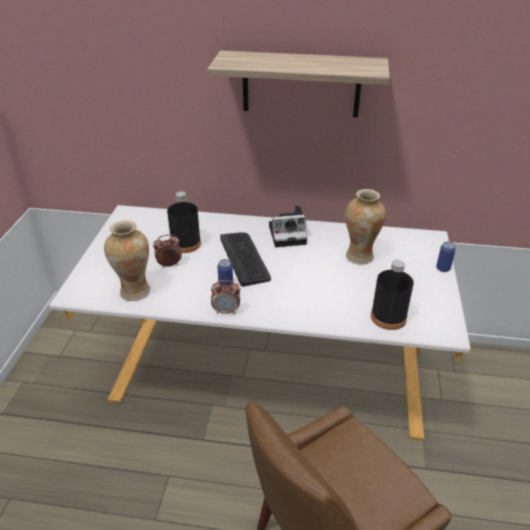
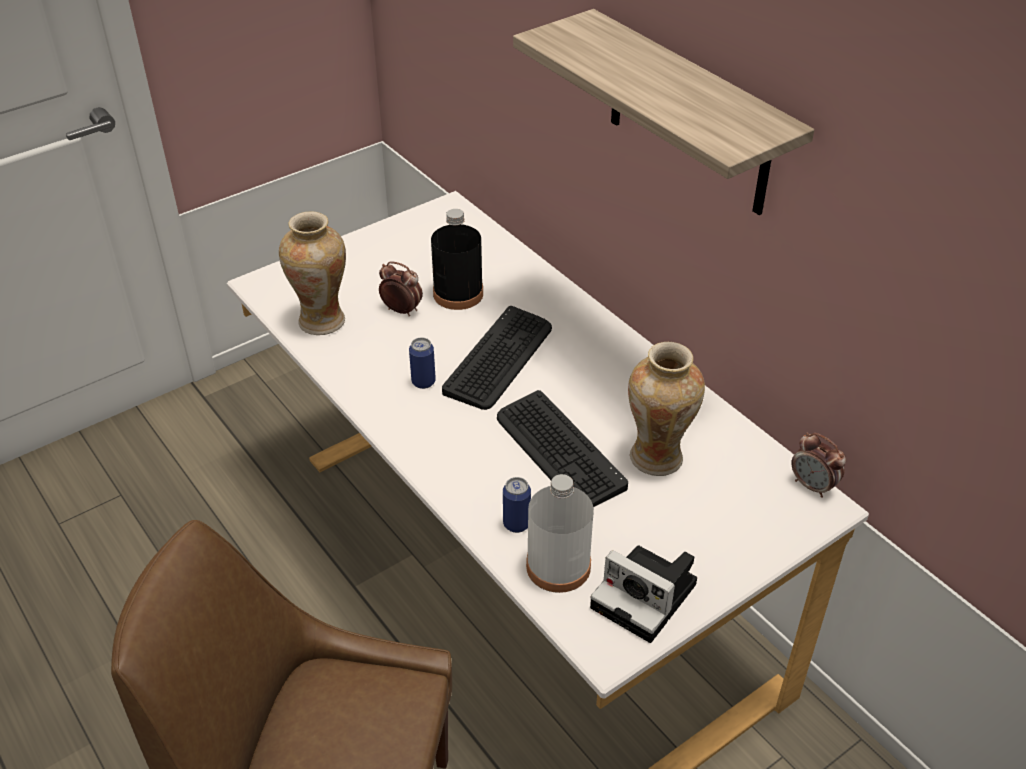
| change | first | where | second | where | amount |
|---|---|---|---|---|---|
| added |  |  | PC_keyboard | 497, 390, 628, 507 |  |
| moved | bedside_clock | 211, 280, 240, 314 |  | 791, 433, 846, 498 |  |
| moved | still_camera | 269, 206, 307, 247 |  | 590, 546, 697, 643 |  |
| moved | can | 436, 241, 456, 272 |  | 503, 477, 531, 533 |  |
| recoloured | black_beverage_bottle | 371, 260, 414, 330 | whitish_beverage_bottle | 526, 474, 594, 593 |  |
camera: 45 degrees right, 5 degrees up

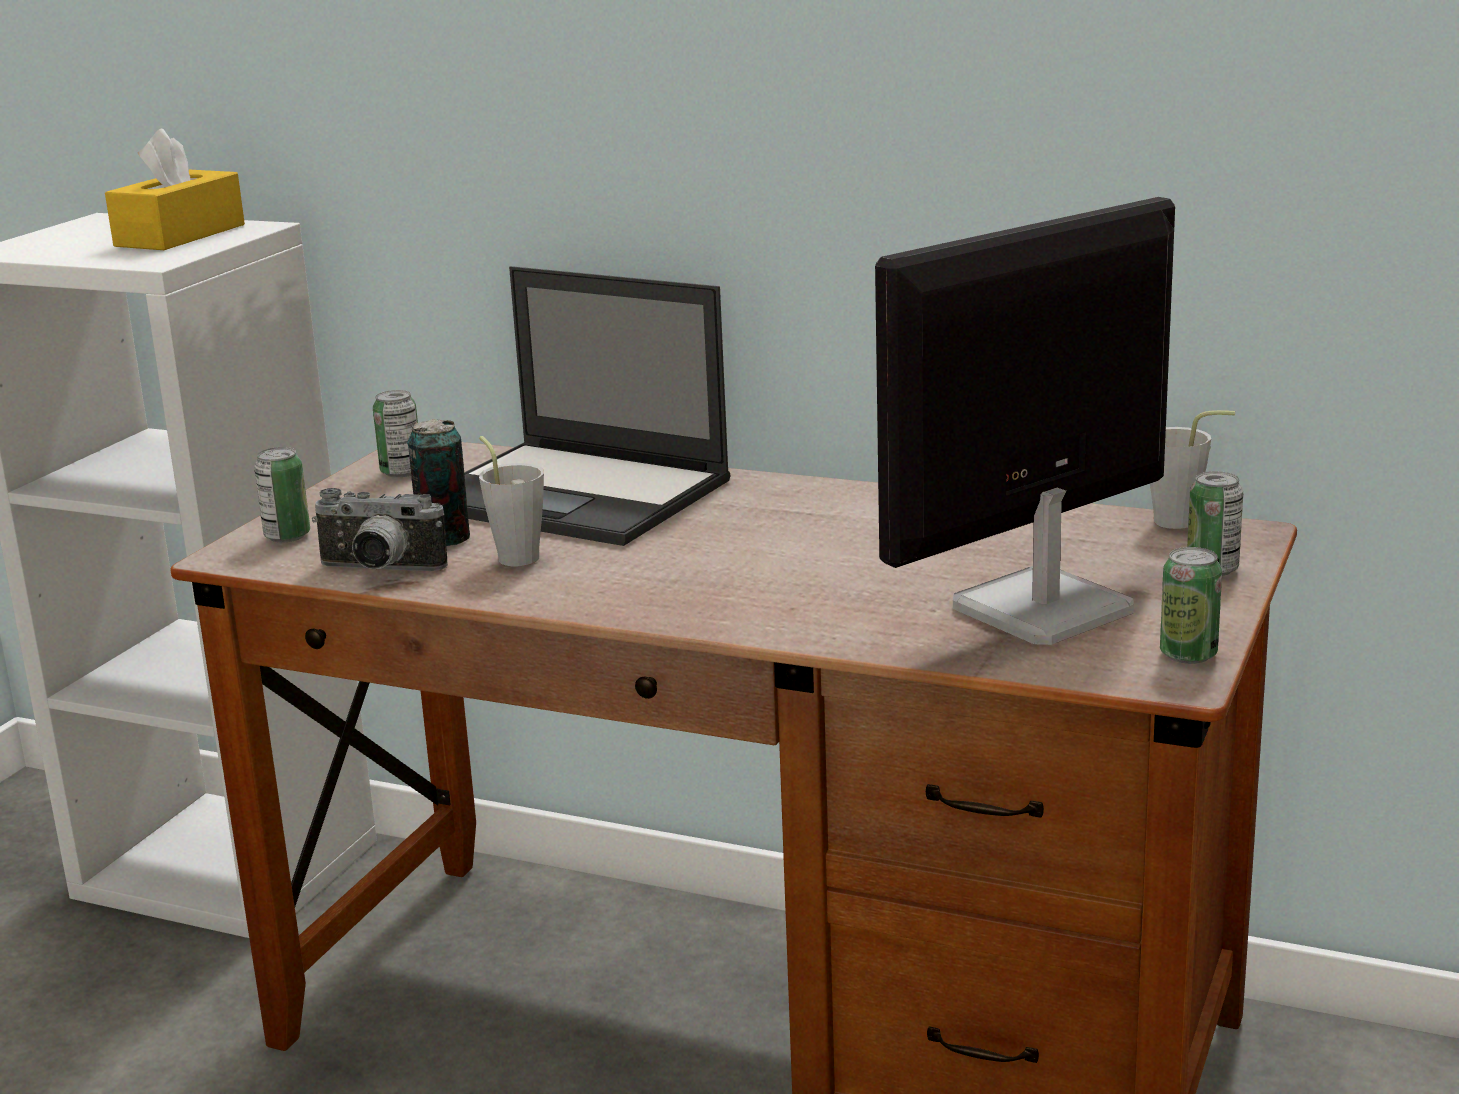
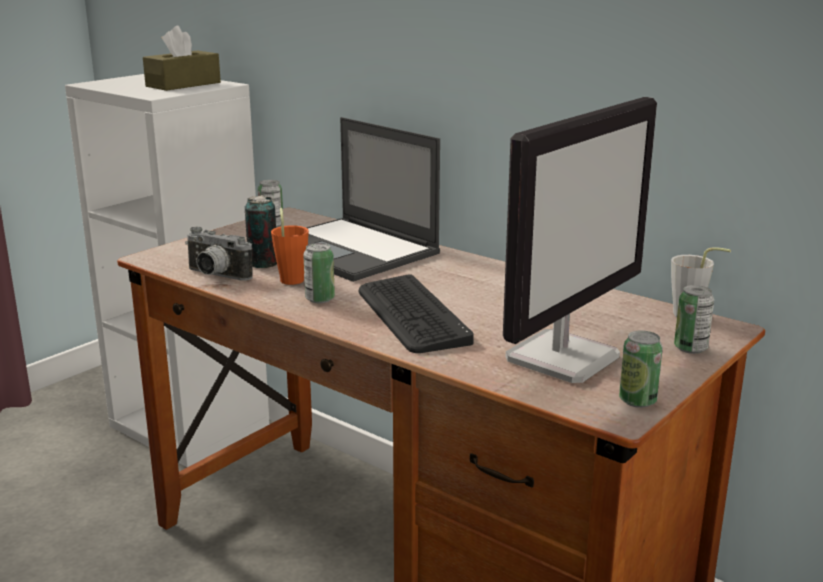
| change | first | where | second | where | amount |
|---|---|---|---|---|---|
| added |  |  | PC_keyboard | 359, 274, 474, 353 |  |
| moved | can | 254, 447, 310, 543 |  | 303, 243, 335, 303 |  |
| recoloured | yellow_box_of_tissues | 105, 129, 245, 250 | brownish_box_of_tissues | 143, 26, 221, 91 |  |
| recoloured | grey_small_cup | 479, 436, 544, 566 | orange-coloured_small_cup | 271, 208, 309, 285 |  |
| turned | computer_display | 875, 197, 1175, 645 |  | 503, 97, 657, 383 | 150 degrees clockwise |
camera: 15 degrees right, 0 degrees up

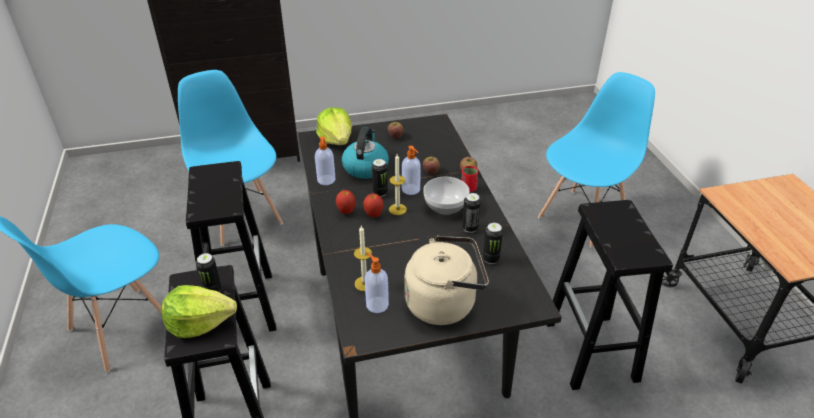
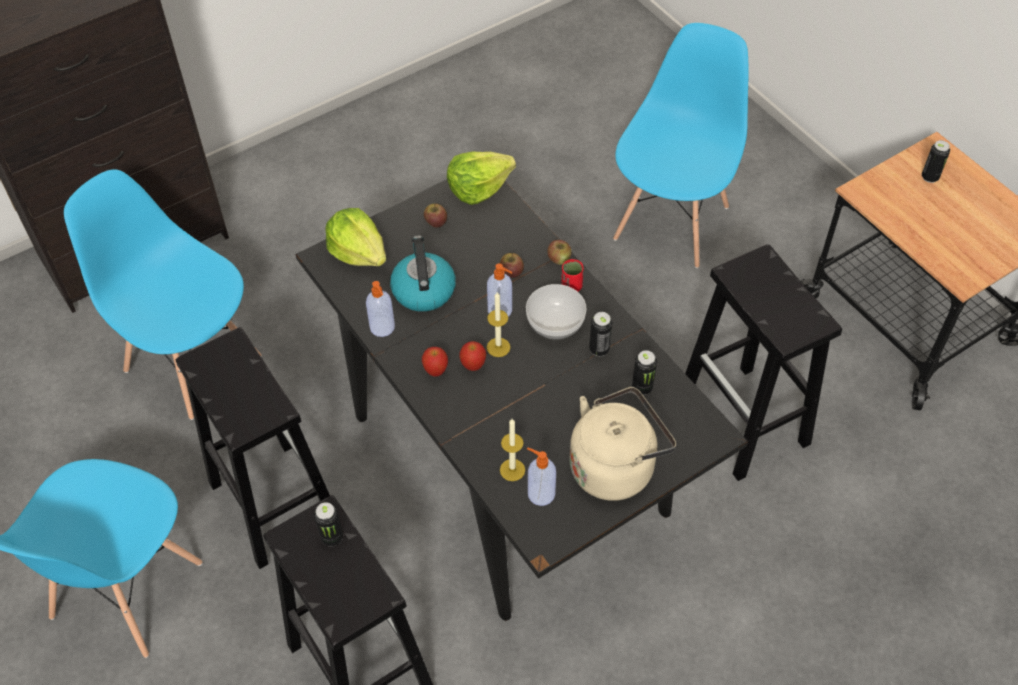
| change | first | where | second | where | amount |
|---|---|---|---|---|---|
| moved | head_of_lettuce | 162, 285, 237, 338 |  | 447, 152, 516, 205 |  |
| moved | can | 372, 159, 388, 197 |  | 922, 140, 950, 183 |  |
camera: 20 degrees left, 15 degrees up

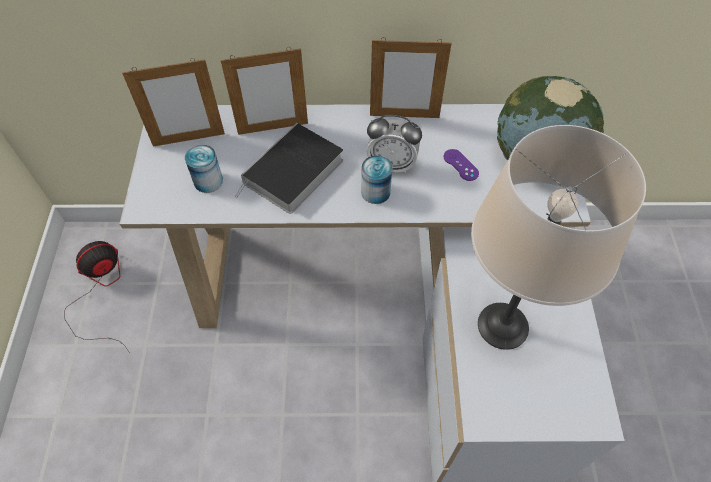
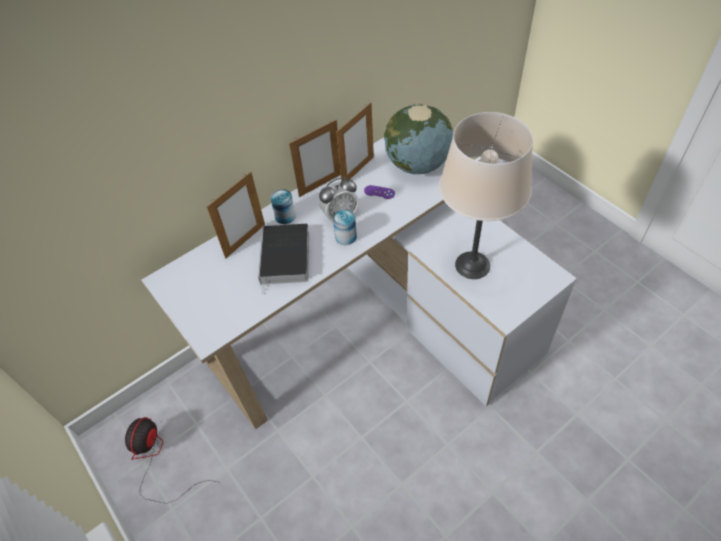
| change | first | where | second | where | amount |
|---|---|---|---|---|---|
| moved | picture_frame | 122, 58, 225, 147 |  | 336, 102, 374, 181 |  |
| moved | can | 185, 144, 223, 193 |  | 270, 189, 296, 224 |  |
camera: 35 degrees left, 5 degrees down

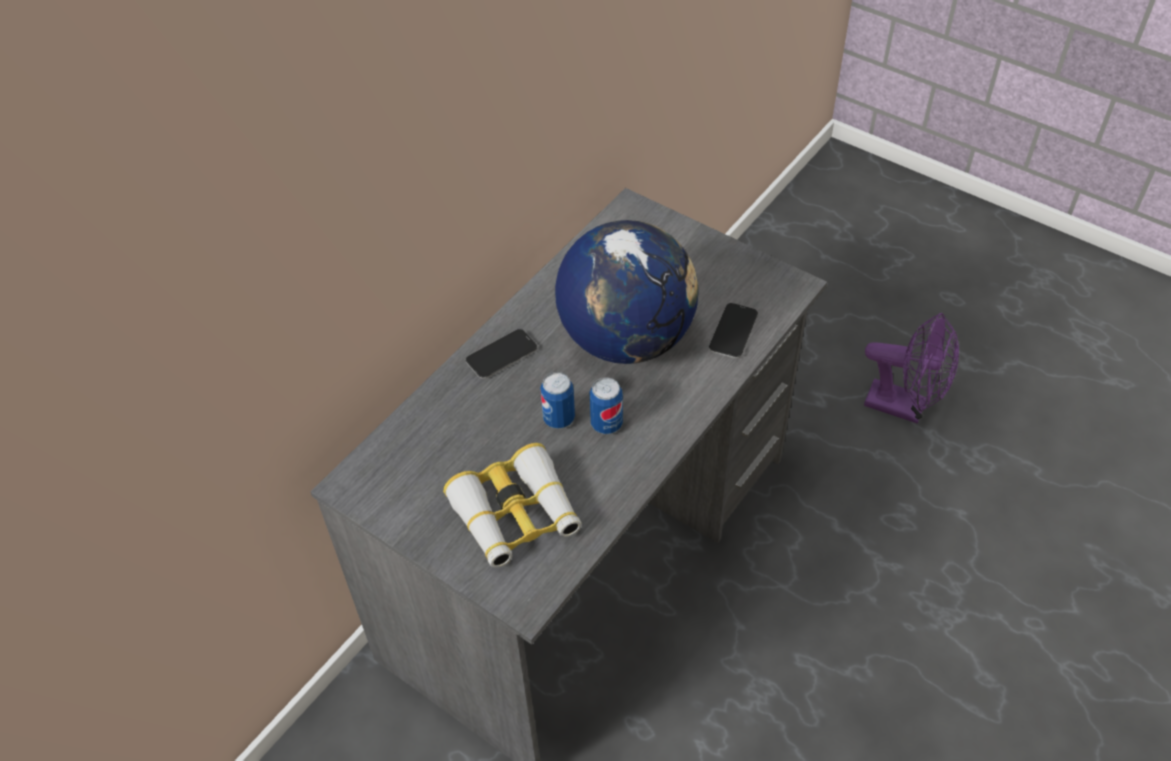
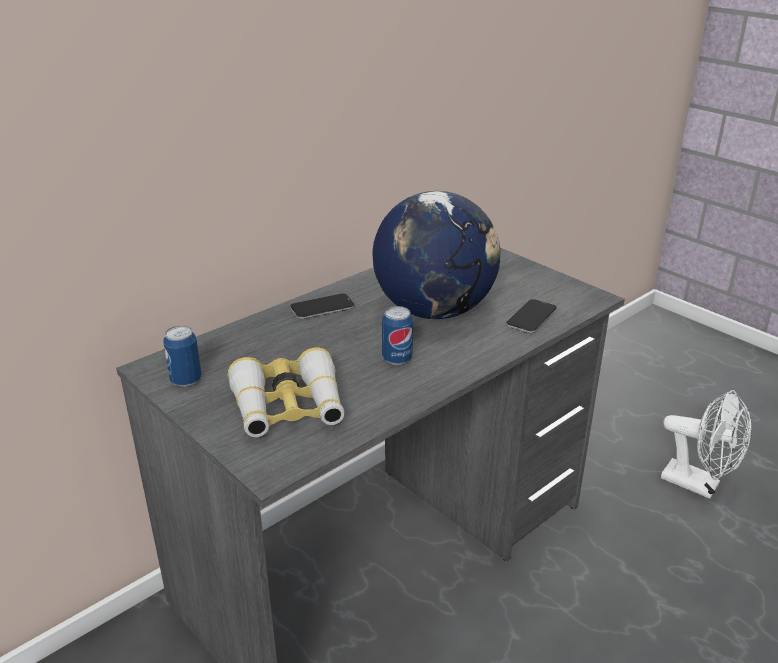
| change | first | where | second | where | amount |
|---|---|---|---|---|---|
| moved | can | 540, 372, 575, 429 |  | 163, 326, 202, 387 |  |
| recoloured | purple-coloured_electric_fan | 864, 313, 959, 424 | whitish_electric_fan | 661, 390, 751, 499 |  |
camera: 10 degrees right, 20 degrees down

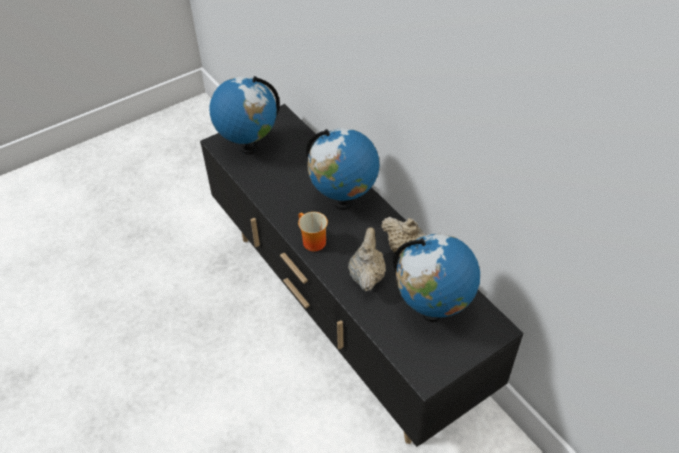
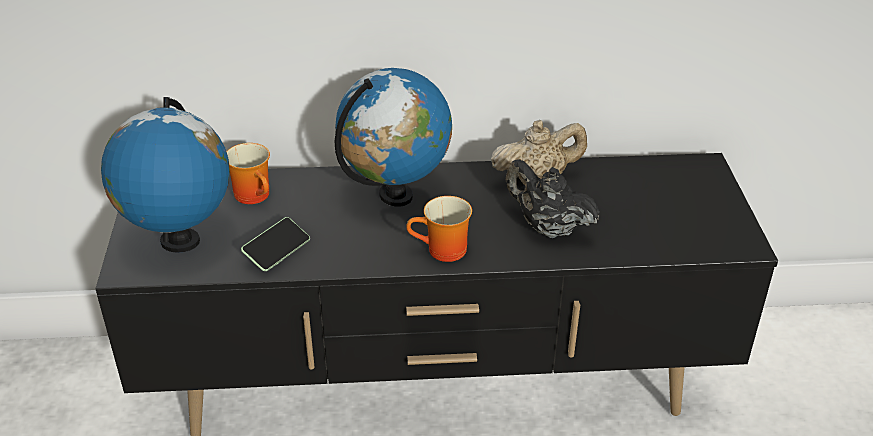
| change | first | where | second | where | amount |
|---|---|---|---|---|---|
| removed | world_globe | 393, 234, 480, 322 |  |  |  |
| added |  |  | coffee_mug | 226, 143, 270, 204 |  |
| added |  |  | handset | 241, 217, 310, 271 |  |
| recoloured | beige_tea_pot | 348, 227, 386, 291 | black_tea_pot | 506, 159, 600, 238 |  |
camera: 60 degrees left, 10 degrees down

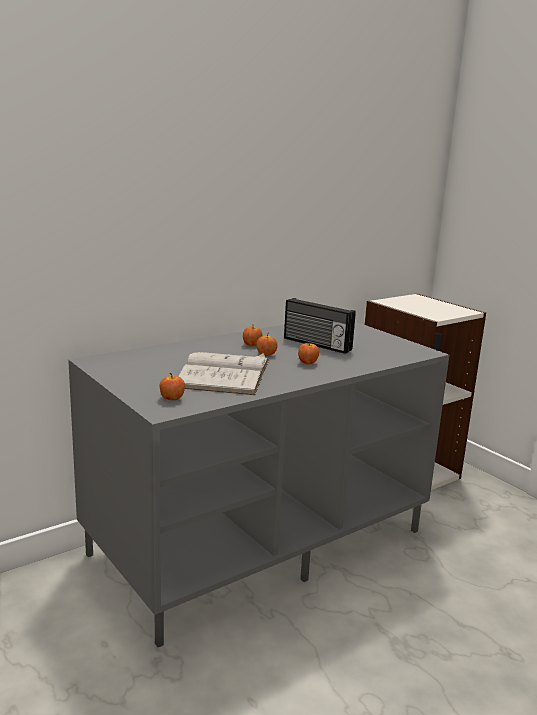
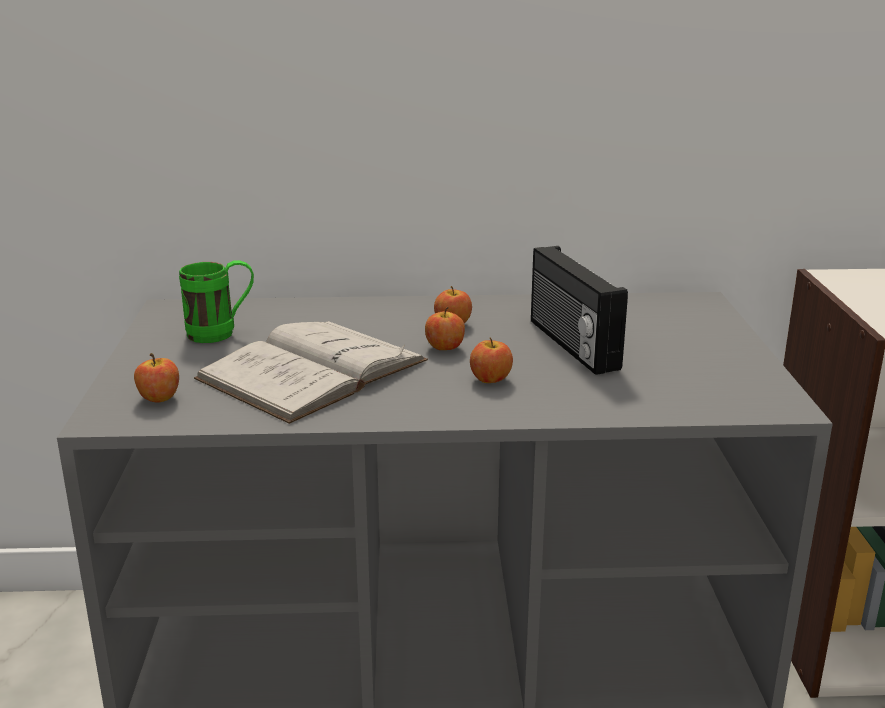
| change | first | where | second | where | amount |
|---|---|---|---|---|---|
| added |  |  | greenish_coffee_mug | 179, 260, 254, 343 |  |
camera: 35 degrees right, 5 degrees up

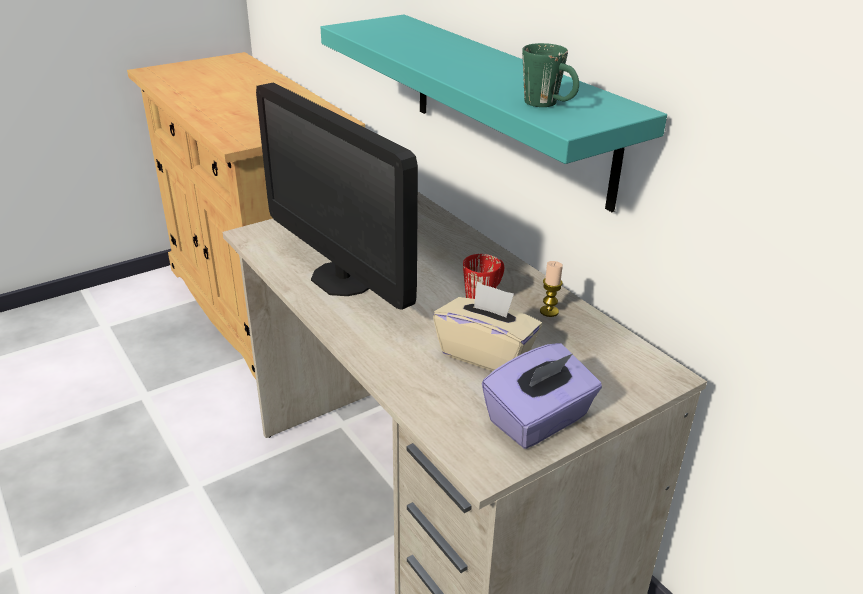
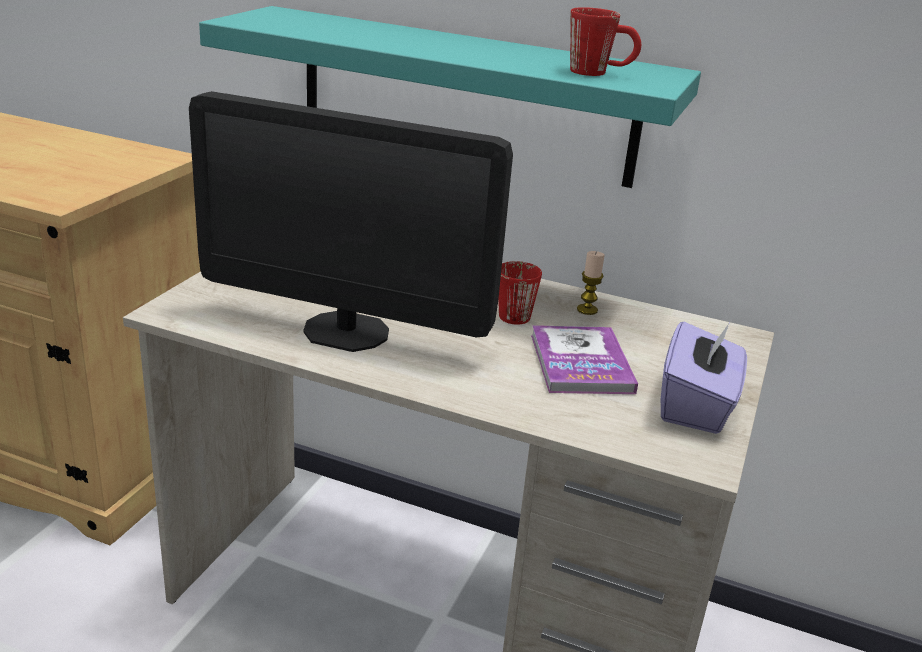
| change | first | where | second | where | amount |
|---|---|---|---|---|---|
| replaced | beige_box_of_tissues | 433, 281, 542, 372 | volume | 531, 325, 638, 394 |  |
| recoloured | greenish_coffee_mug | 522, 43, 579, 107 | reddish_coffee_mug | 570, 7, 641, 76 |  |
camera: 35 degrees left, 5 degrees down

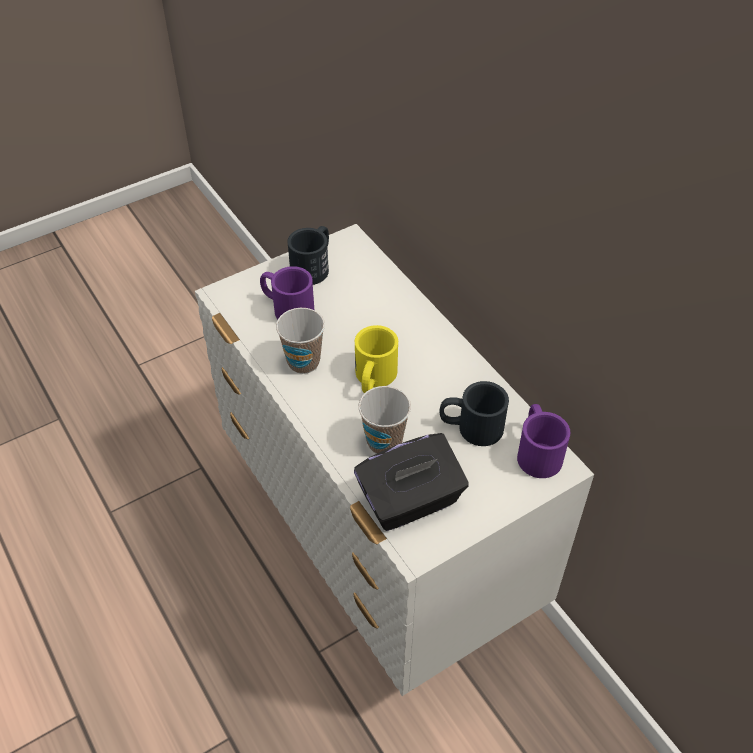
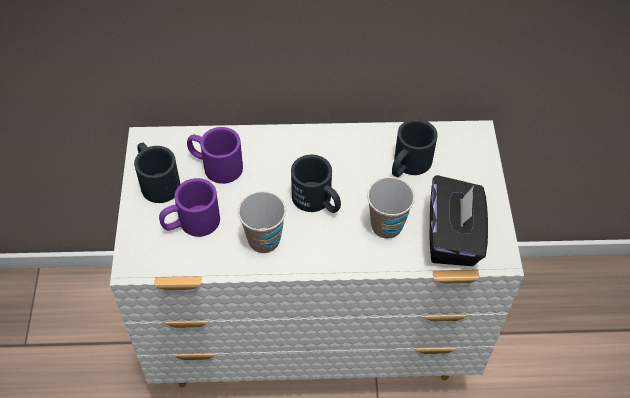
| change | first | where | second | where | amount |
|---|---|---|---|---|---|
| moved | purple-coloured_coffee_mug | 517, 404, 570, 478 |  | 187, 127, 243, 184 |  |
| recoloured | yellow_coffee_mug | 354, 325, 398, 393 | black_coffee_mug | 291, 154, 341, 213 |  |
camera: 60 degrees left, 5 degrees up

